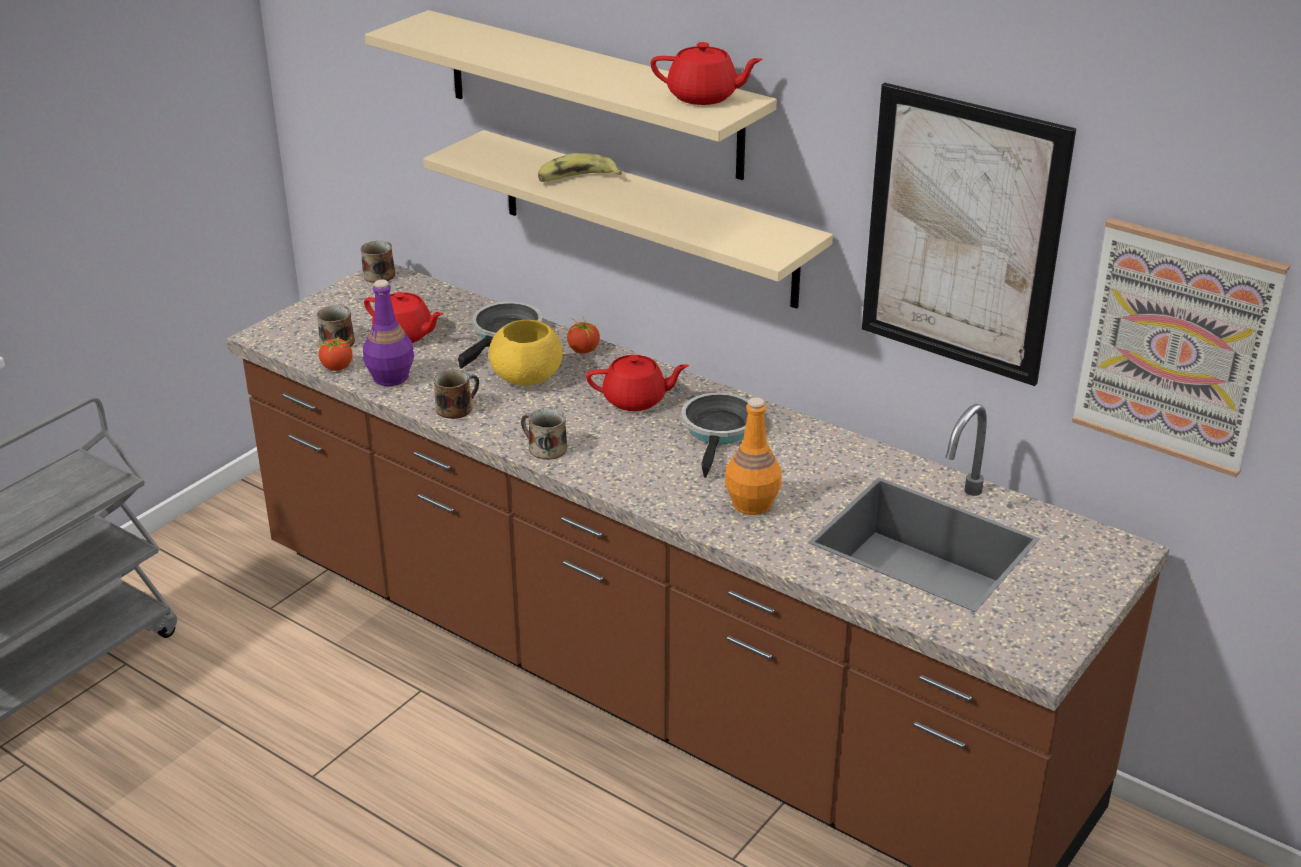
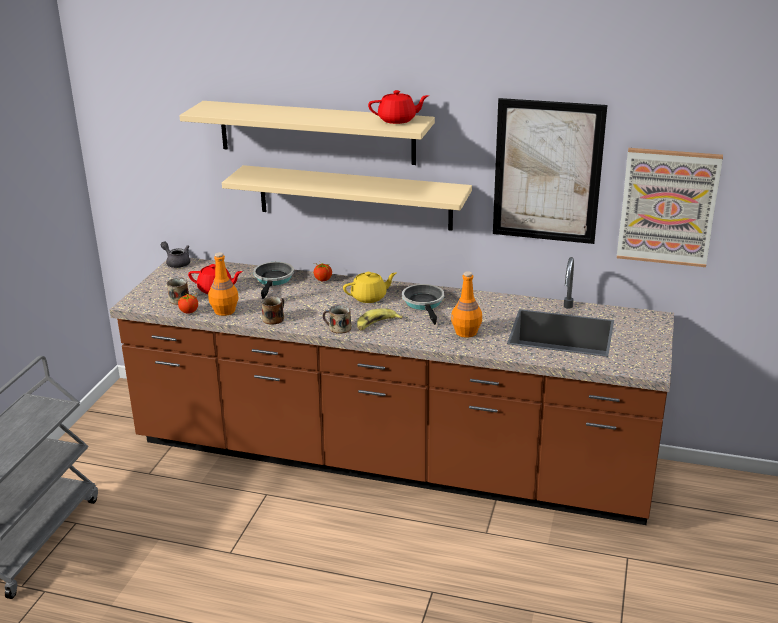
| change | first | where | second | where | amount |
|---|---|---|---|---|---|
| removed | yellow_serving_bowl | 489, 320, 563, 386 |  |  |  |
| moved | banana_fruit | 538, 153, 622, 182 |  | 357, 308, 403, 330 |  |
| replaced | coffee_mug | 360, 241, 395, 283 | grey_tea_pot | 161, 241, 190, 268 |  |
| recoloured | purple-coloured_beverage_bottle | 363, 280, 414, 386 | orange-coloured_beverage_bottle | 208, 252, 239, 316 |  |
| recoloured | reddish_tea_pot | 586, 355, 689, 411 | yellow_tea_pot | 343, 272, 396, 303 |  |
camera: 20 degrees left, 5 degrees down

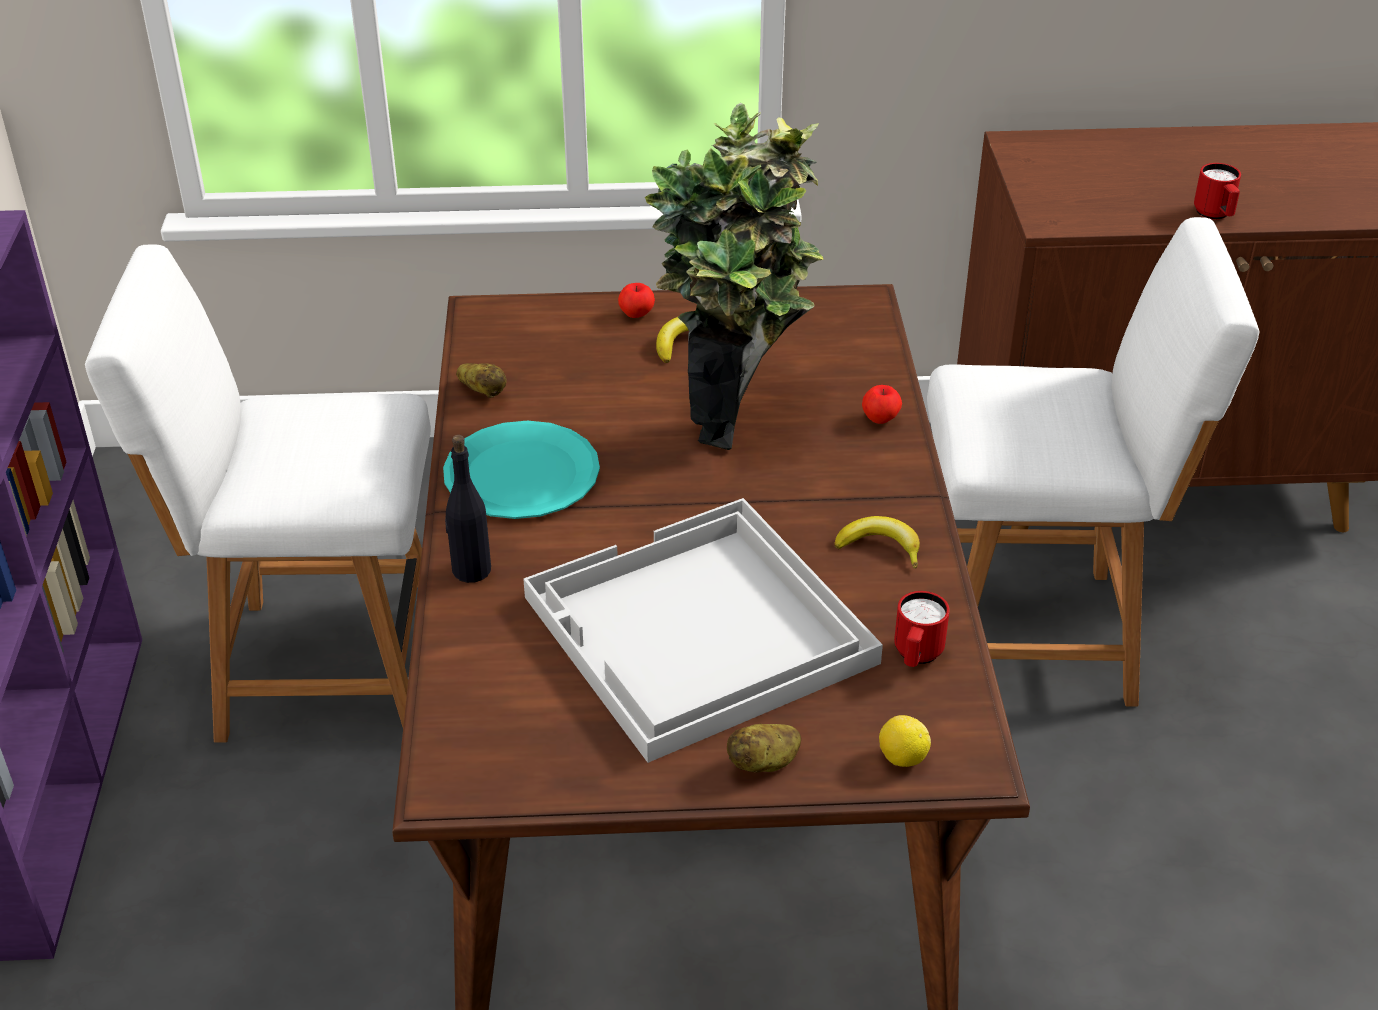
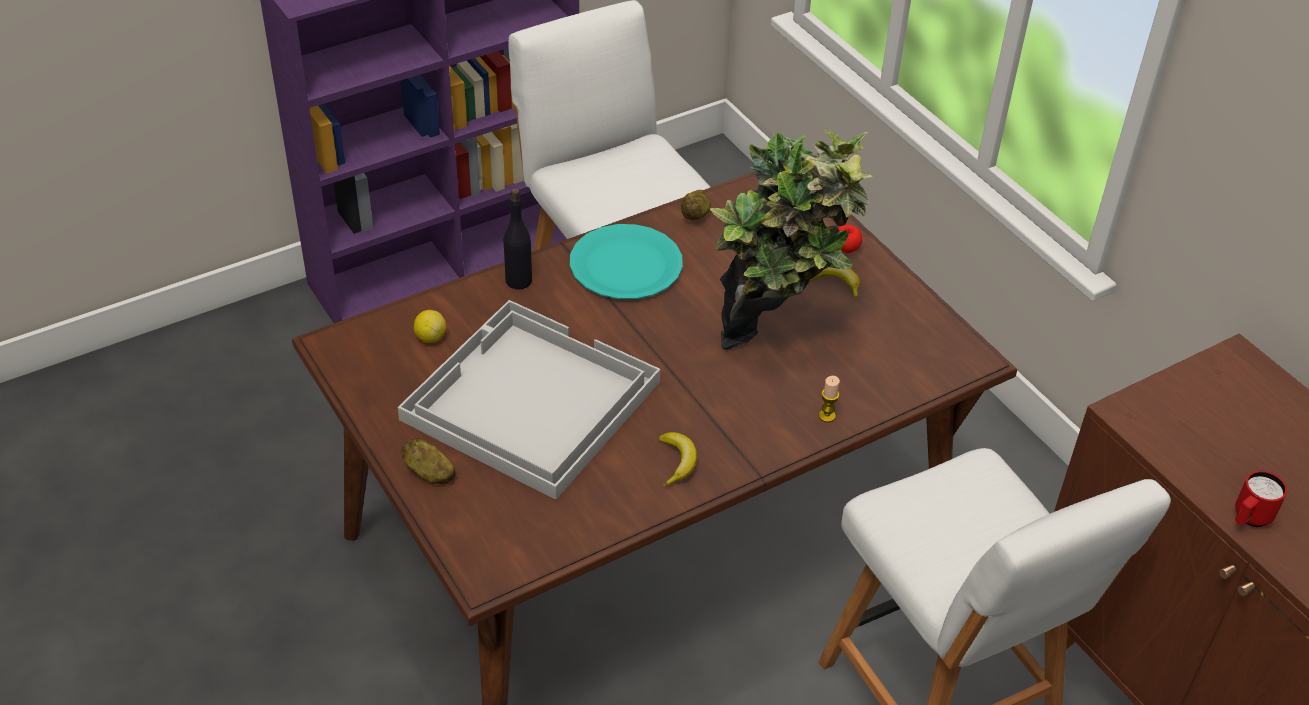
| change | first | where | second | where | amount |
|---|---|---|---|---|---|
| removed | reddish_coffee_mug | 894, 591, 950, 667 |  |  |  |
| moved | lemon | 879, 715, 931, 767 |  | 414, 310, 446, 343 |  |
| replaced | whole_apple | 862, 385, 902, 424 | candle | 819, 376, 840, 422 |  |
camera: 60 degrees right, 5 degrees up

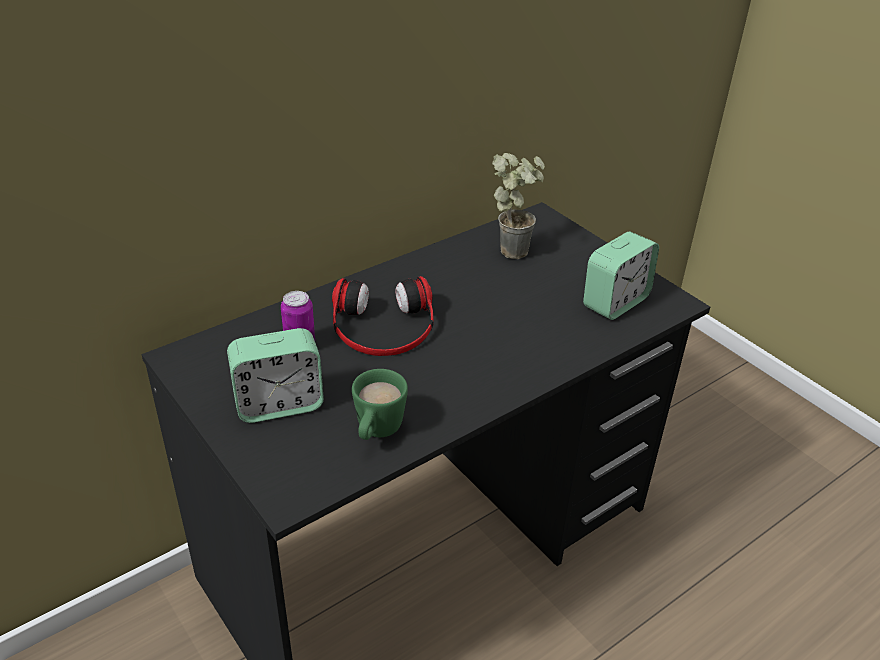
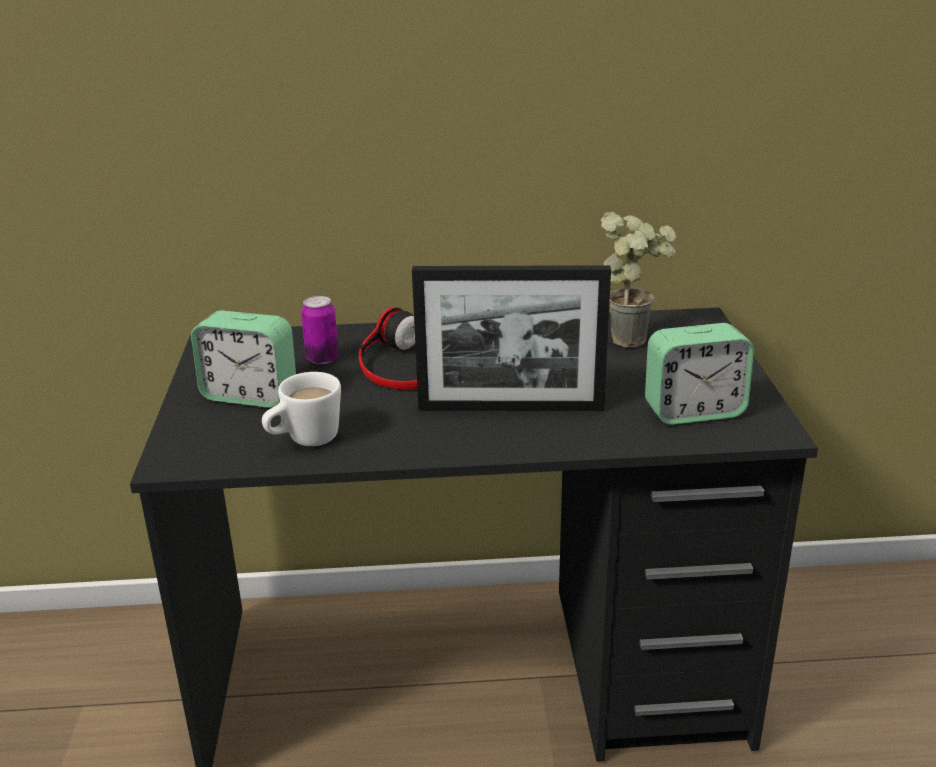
| change | first | where | second | where | amount |
|---|---|---|---|---|---|
| added |  |  | picture_frame | 412, 265, 611, 411 |  |
| recoloured | greenish_coffee_mug | 352, 369, 408, 440 | whitish_coffee_mug | 262, 372, 341, 446 |  |
camera: 35 degrees right, 10 degrees down

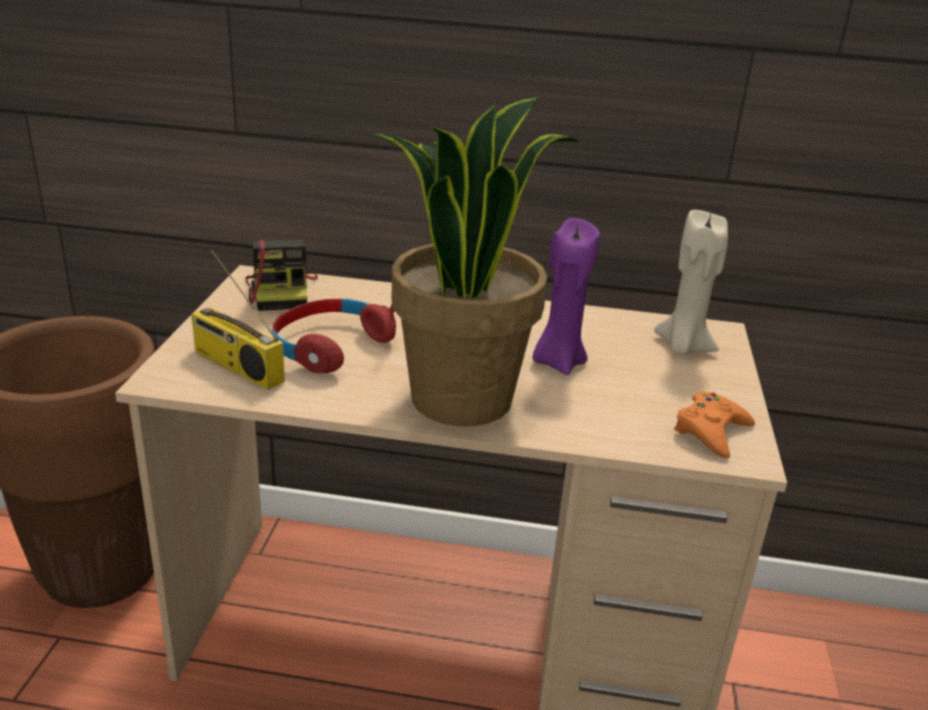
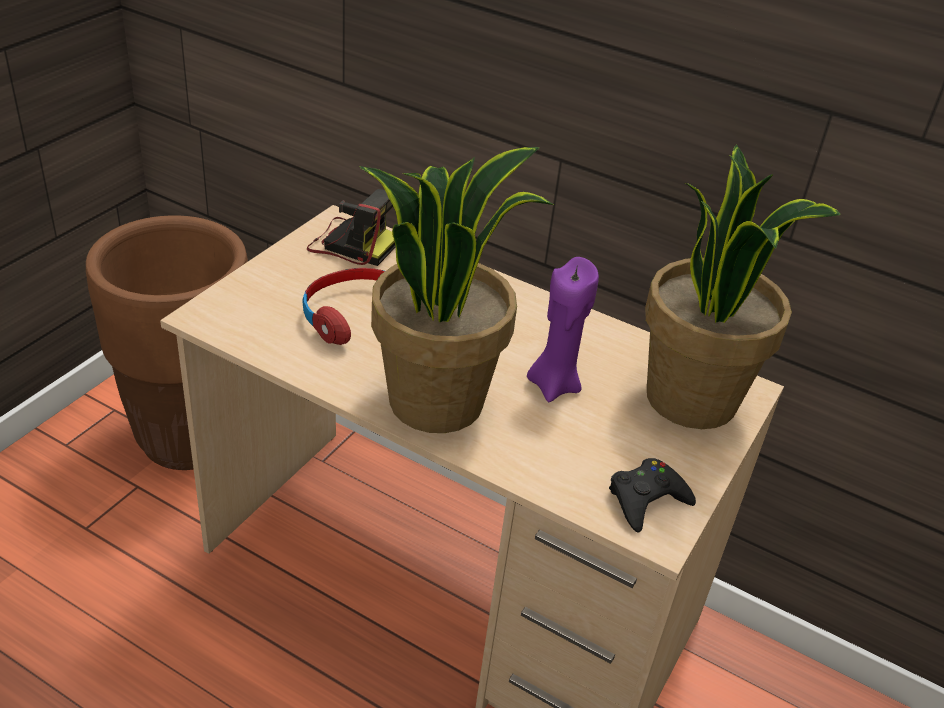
| change | first | where | second | where | amount |
|---|---|---|---|---|---|
| removed | radio_receiver | 191, 250, 285, 390 |  |  |  |
| replaced | beige_candle | 654, 210, 728, 355 | plant_in_a_pot | 645, 144, 840, 429 |  |
| recoloured | orange-coloured_joypad | 674, 392, 755, 459 | black_joypad | 609, 458, 696, 532 |  |
| turned | still_camera | 245, 239, 318, 311 |  | 307, 189, 396, 266 | 75 degrees counterclockwise |
camera: 20 degrees right, 10 degrees up

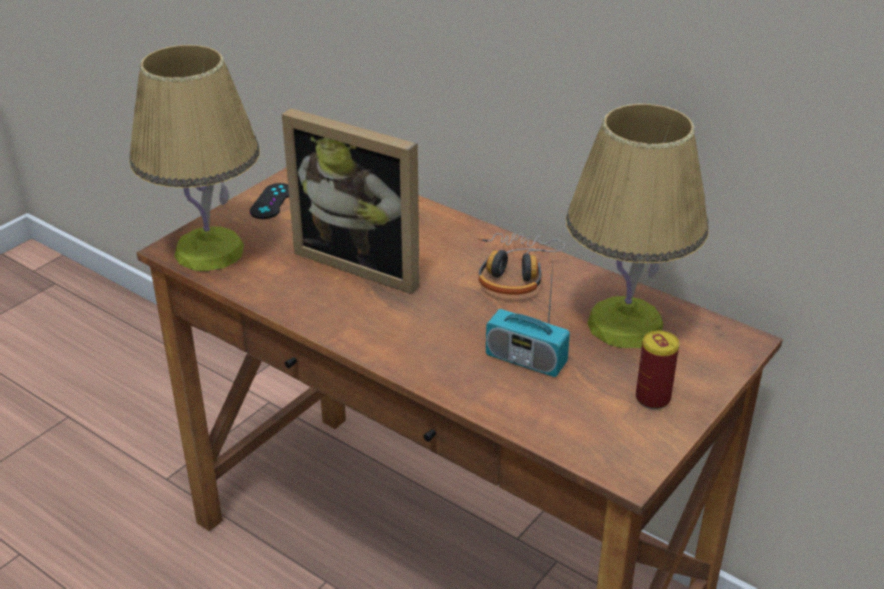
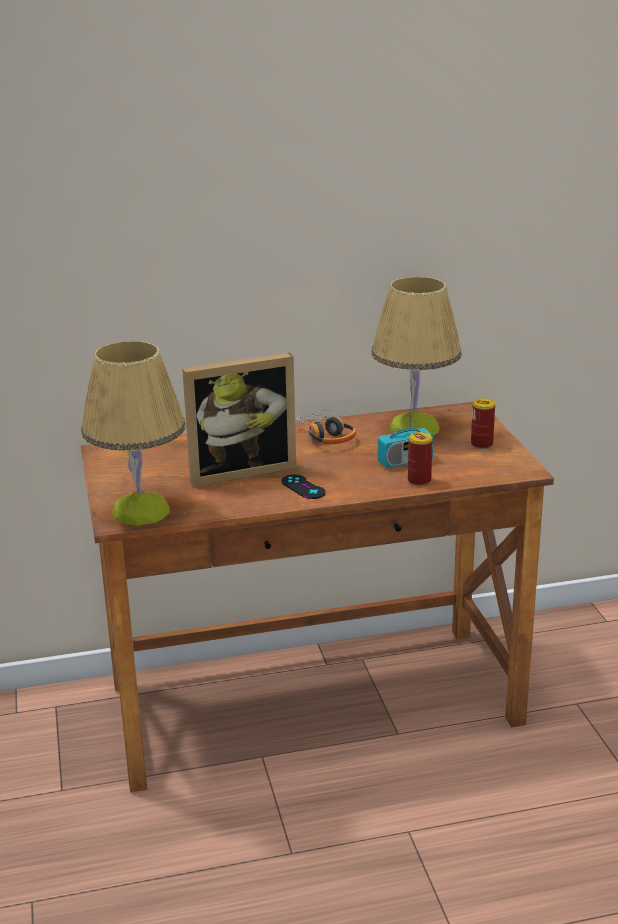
| change | first | where | second | where | amount |
|---|---|---|---|---|---|
| added |  |  | can | 408, 432, 432, 486 |  |
| moved | black_joypad | 250, 183, 289, 219 |  | 281, 474, 326, 499 |  |
camera: 50 degrees left, 10 degrees down

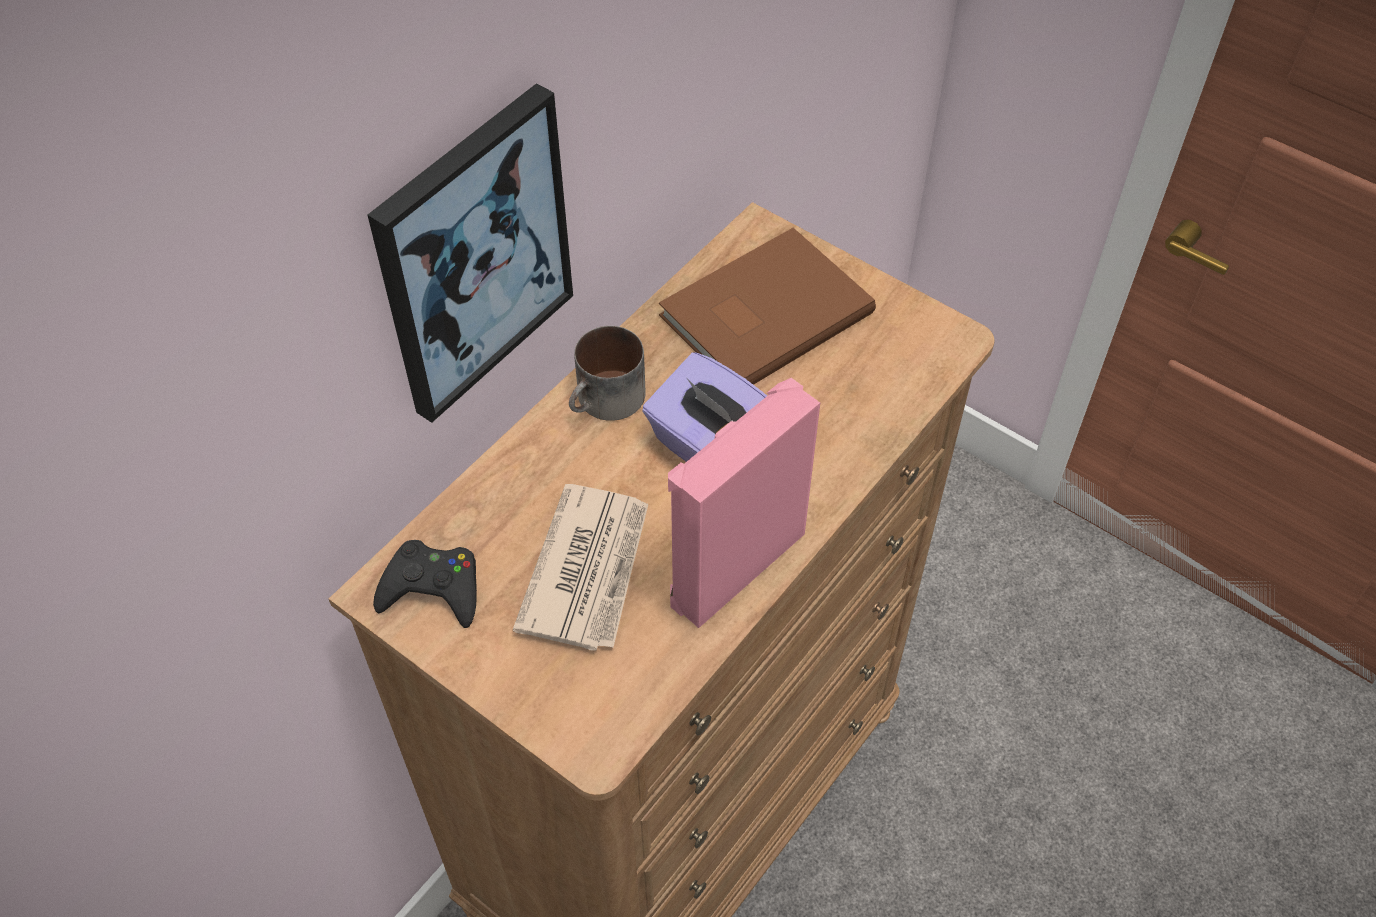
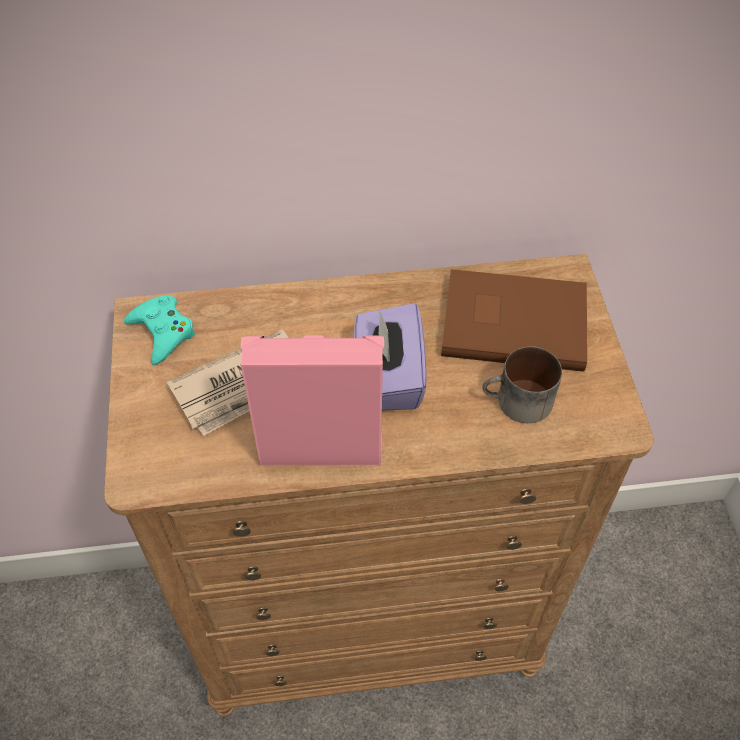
| change | first | where | second | where | amount |
|---|---|---|---|---|---|
| removed | picture | 368, 83, 573, 423 |  |  |  |
| moved | coffee_mug | 569, 326, 646, 421 |  | 482, 346, 562, 423 |  |
| recoloured | black_joypad | 373, 540, 477, 628 | turquoise-coloured_joypad | 124, 295, 195, 365 |  |
camera: 45 degrees right, 0 degrees up

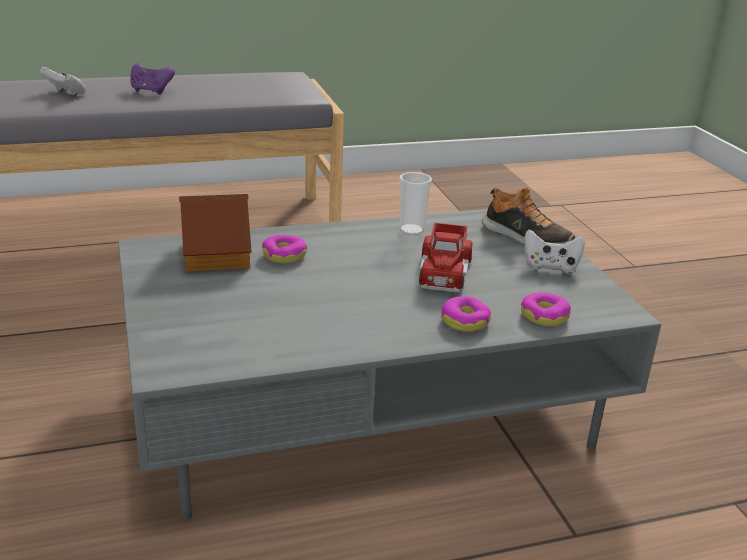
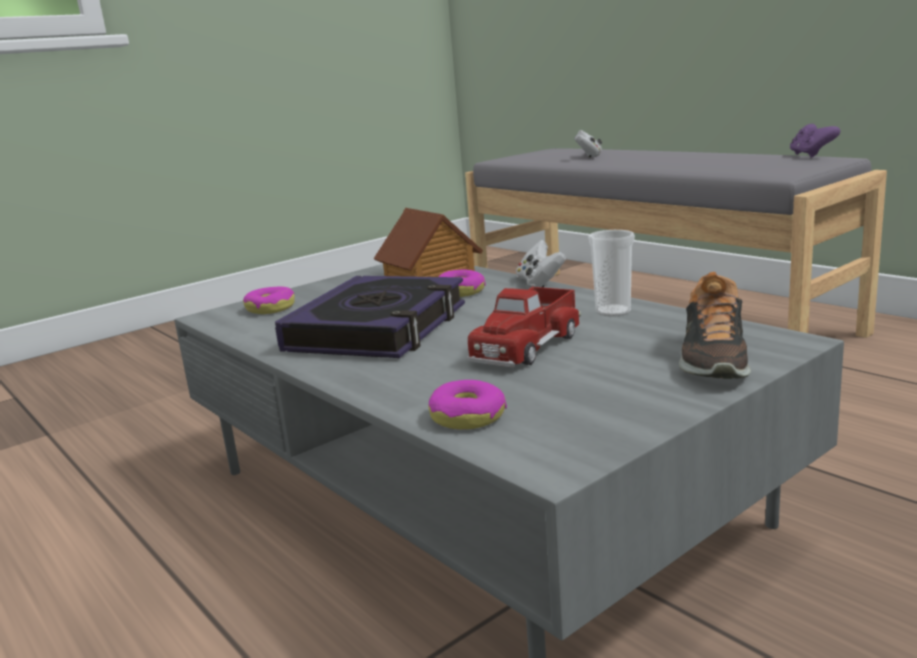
| change | first | where | second | where | amount |
|---|---|---|---|---|---|
| added |  |  | volume | 275, 276, 465, 358 |  |
| moved | purple-coloured_joypad | 131, 63, 175, 95 |  | 790, 124, 840, 158 |  |
| moved | doughnut | 441, 296, 491, 332 |  | 243, 286, 295, 314 |  |
| moved | whitish_joypad | 524, 230, 585, 274 |  | 516, 240, 566, 288 |  |
| turned | model_truck | 419, 223, 473, 292 |  | 467, 287, 581, 367 | 45 degrees counterclockwise |
camera: 70 degrees right, 10 degrees down

